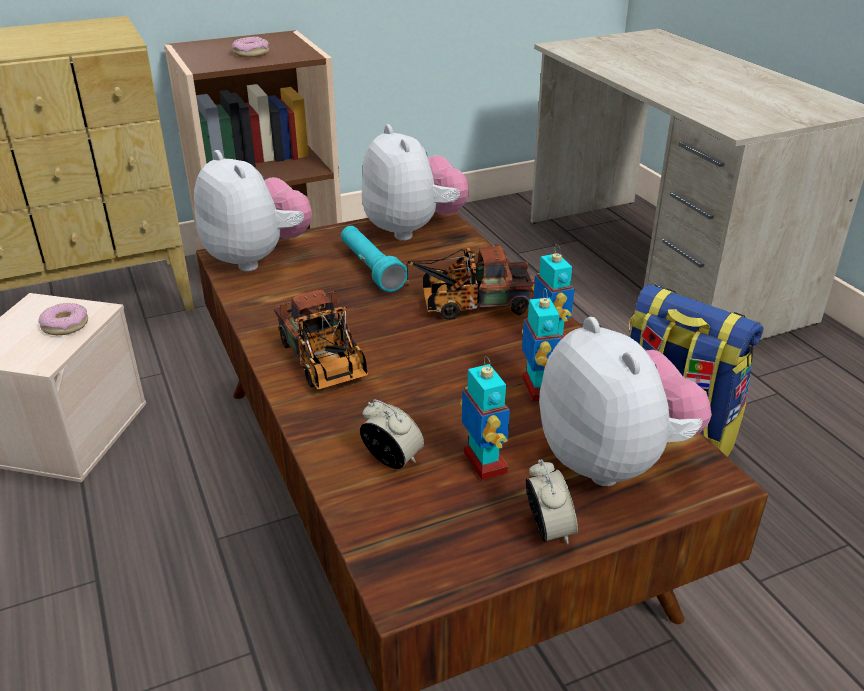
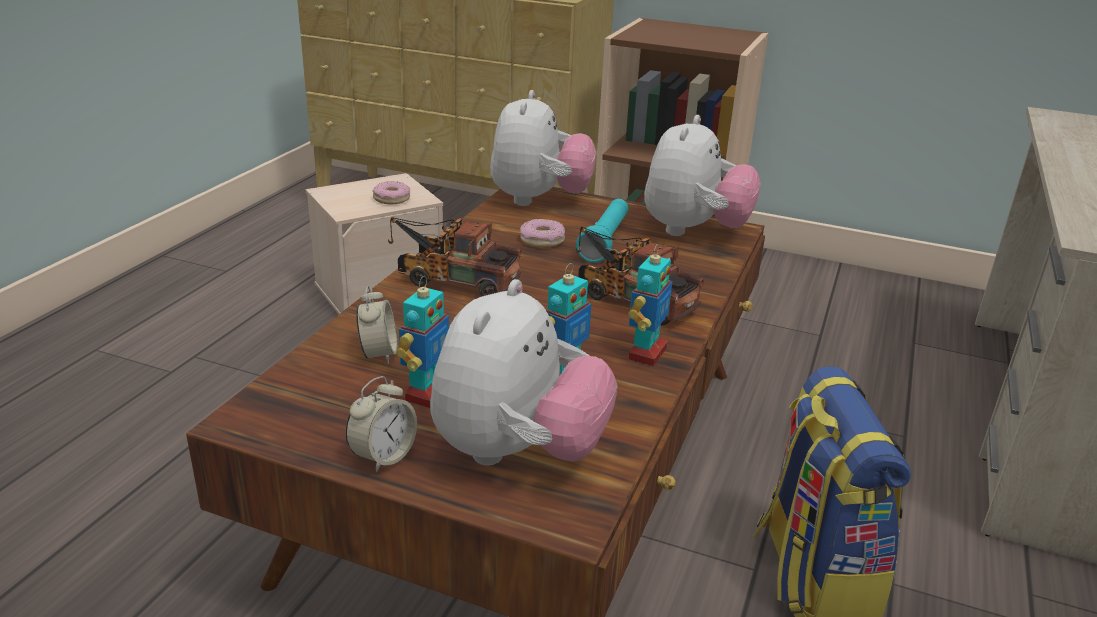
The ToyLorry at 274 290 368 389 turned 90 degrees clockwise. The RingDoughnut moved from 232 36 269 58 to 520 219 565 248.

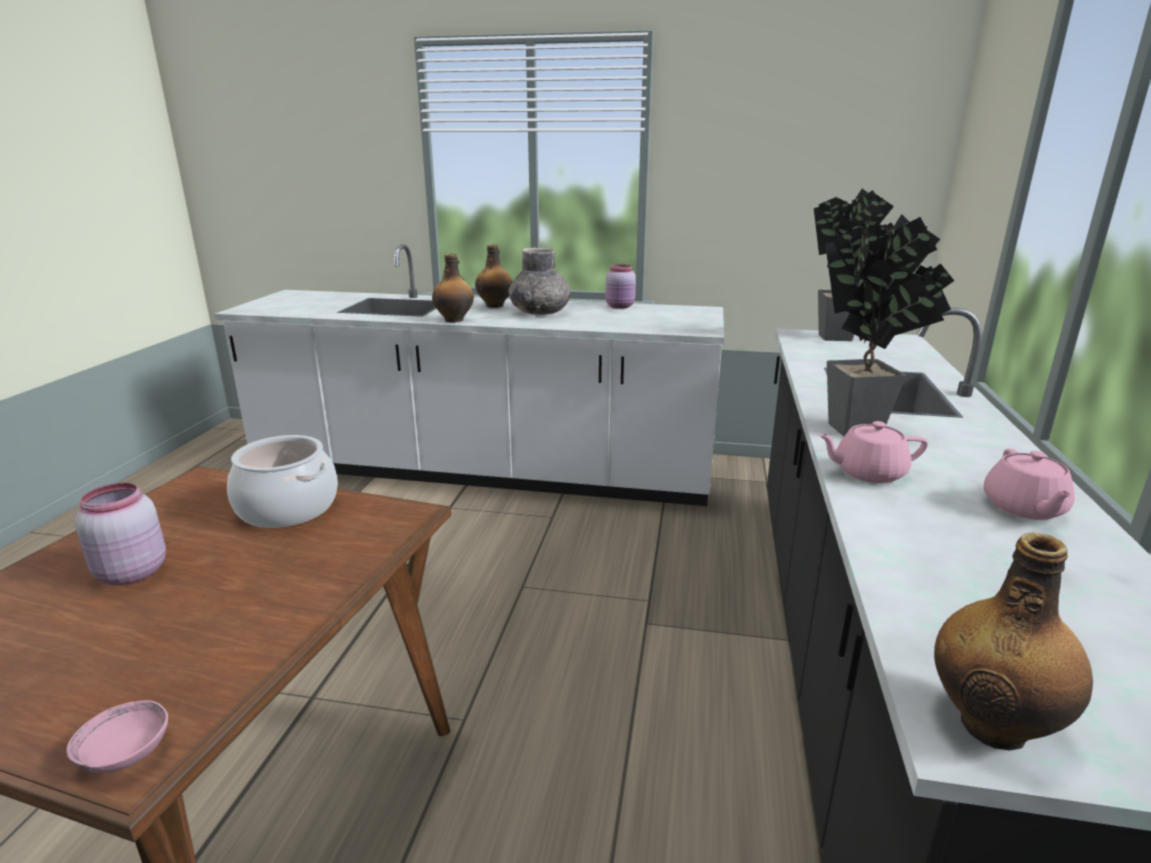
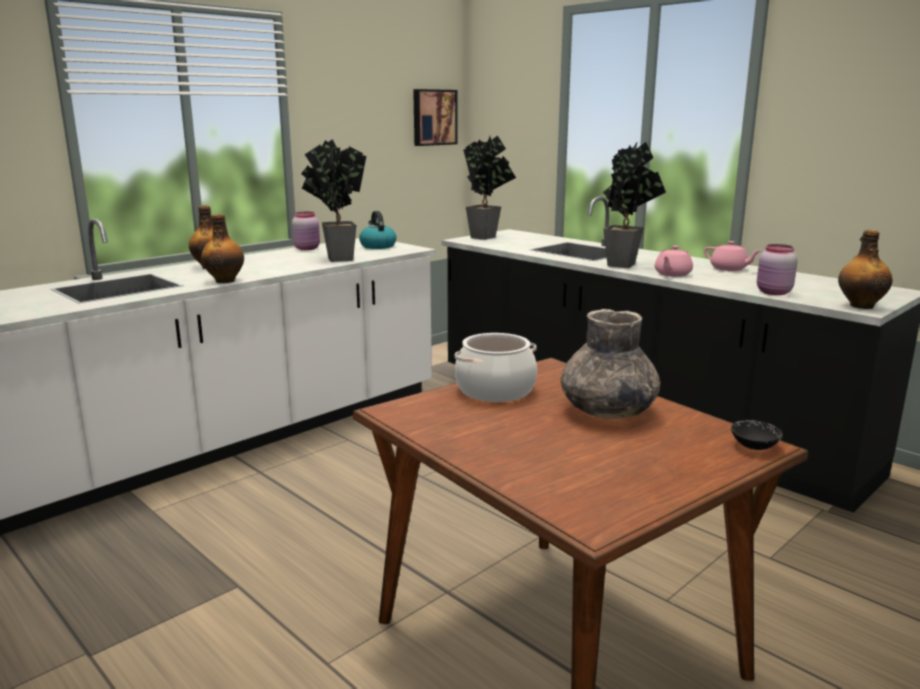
The Houseplant at 301 139 366 262 appeared. The TeaKettle at 359 211 397 249 appeared. The WallArt at 413 89 458 146 appeared. The GrayFlowerVase moved from 509 248 571 315 to 561 309 660 418. The PinkColouredBowl at 66 700 168 773 became the BlackBowl at 731 420 783 450. The PinkColouredJar moved from 75 483 166 585 to 757 244 798 295.

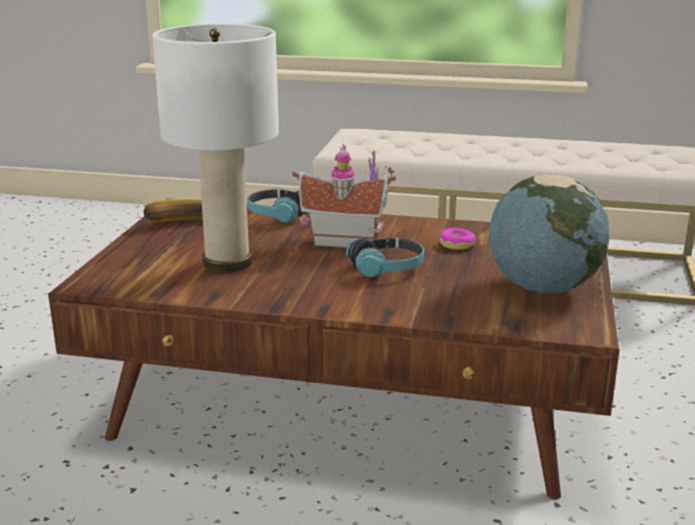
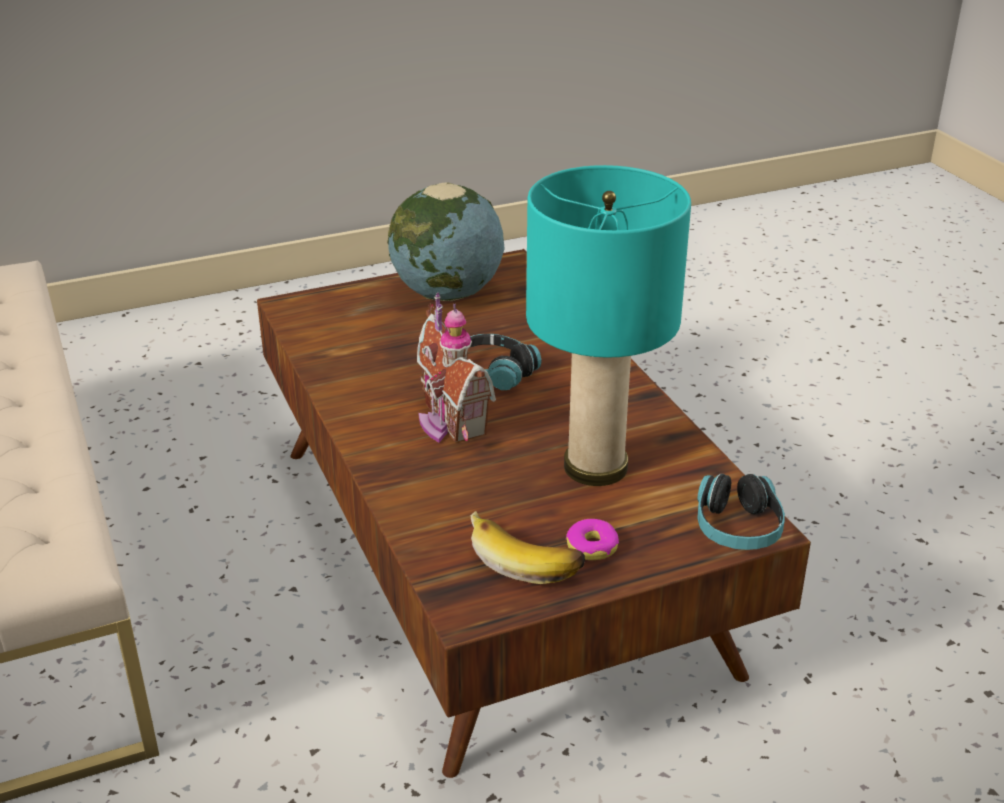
The WhitishTableLamp at 152 24 279 273 became the BlueGreenTableLamp at 526 165 691 486. The RingDoughnut moved from 439 228 476 250 to 566 519 619 560. The Headset moved from 247 189 307 223 to 697 474 785 550.

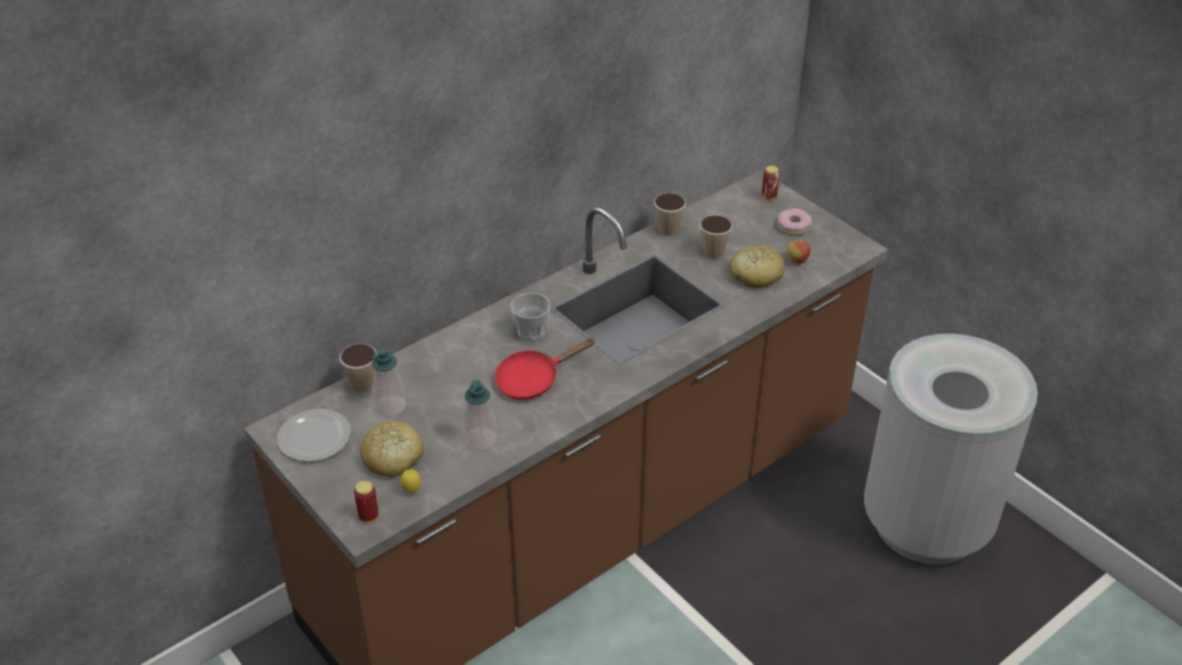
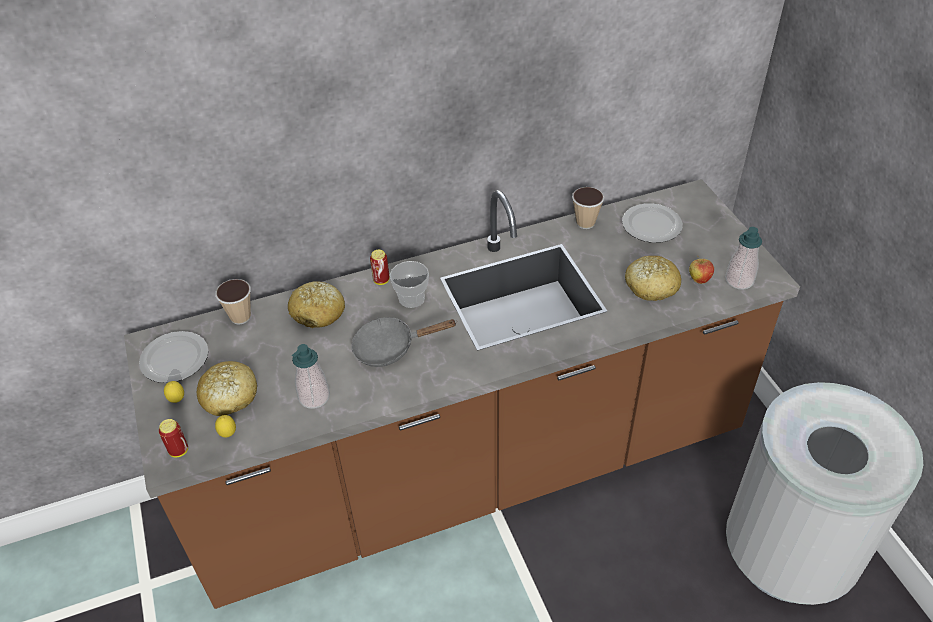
The WholeLemon at 164 381 184 403 appeared. The BakedBread at 288 281 345 328 appeared. The RedColouredPan at 494 338 595 400 became the GrayPan at 351 317 456 367. The SealedCan moved from 762 166 780 200 to 370 250 389 285. The FlatDish at 622 203 683 243 appeared. The SoapDispenser moved from 372 348 407 417 to 725 227 762 289. The SmallCup at 699 215 733 259 disappeared. The RingDoughnut at 777 208 812 235 disappeared.

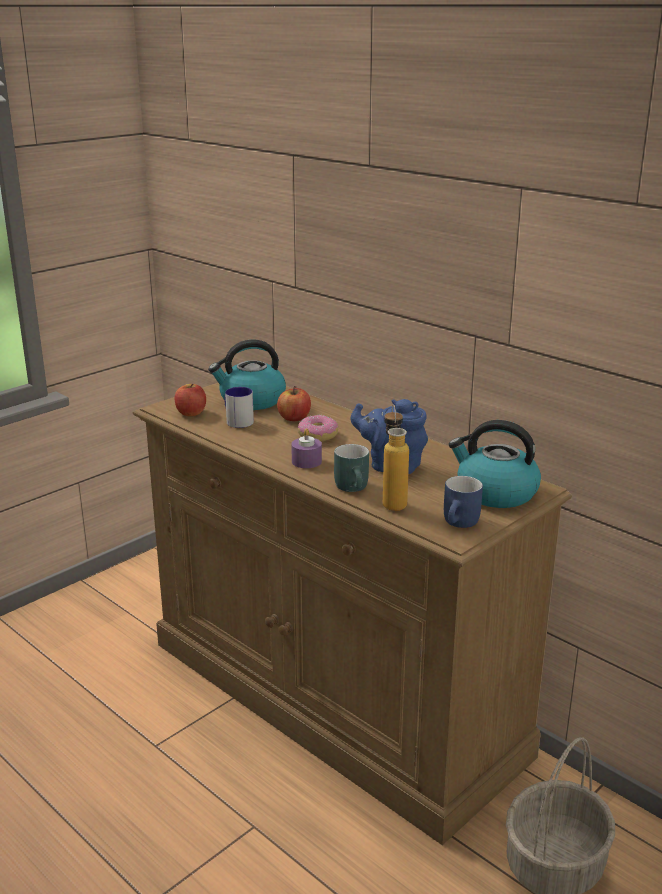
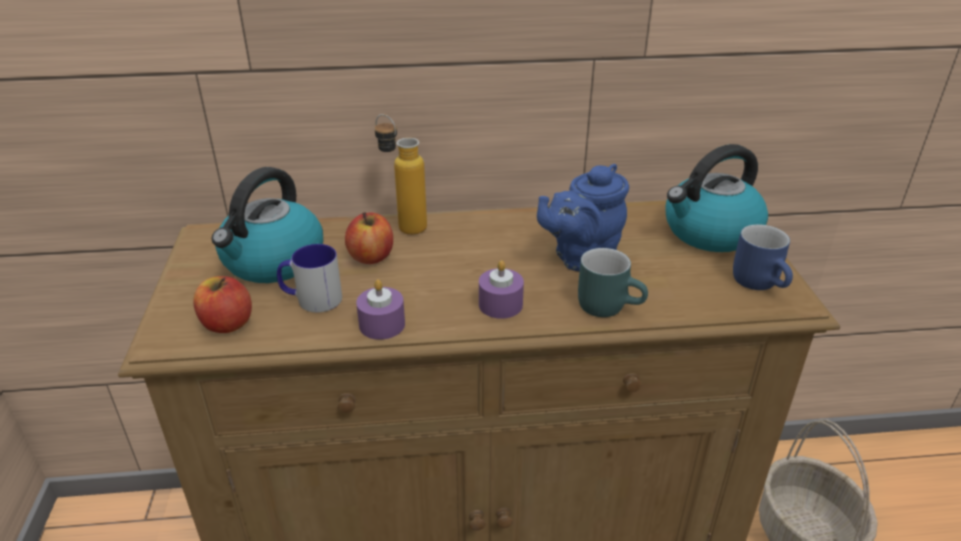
The PurplishWaxLight at 356 279 405 340 appeared. The Bottle moved from 383 404 409 511 to 375 114 427 235. The RingDoughnut at 298 415 338 442 disappeared.

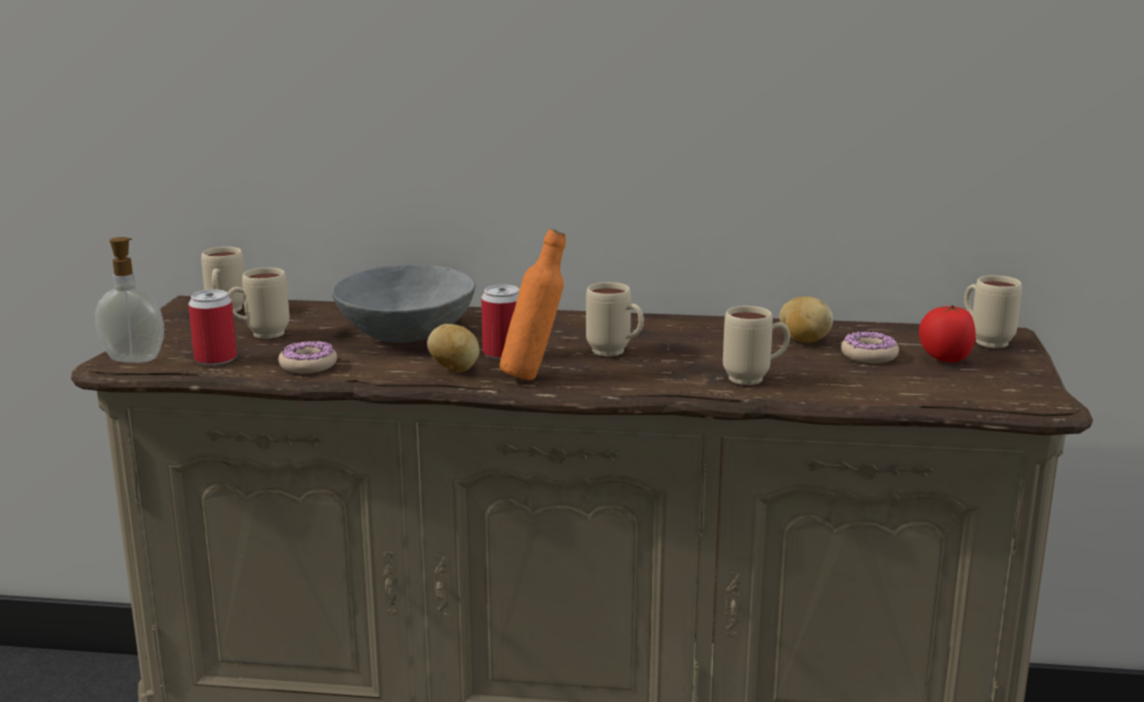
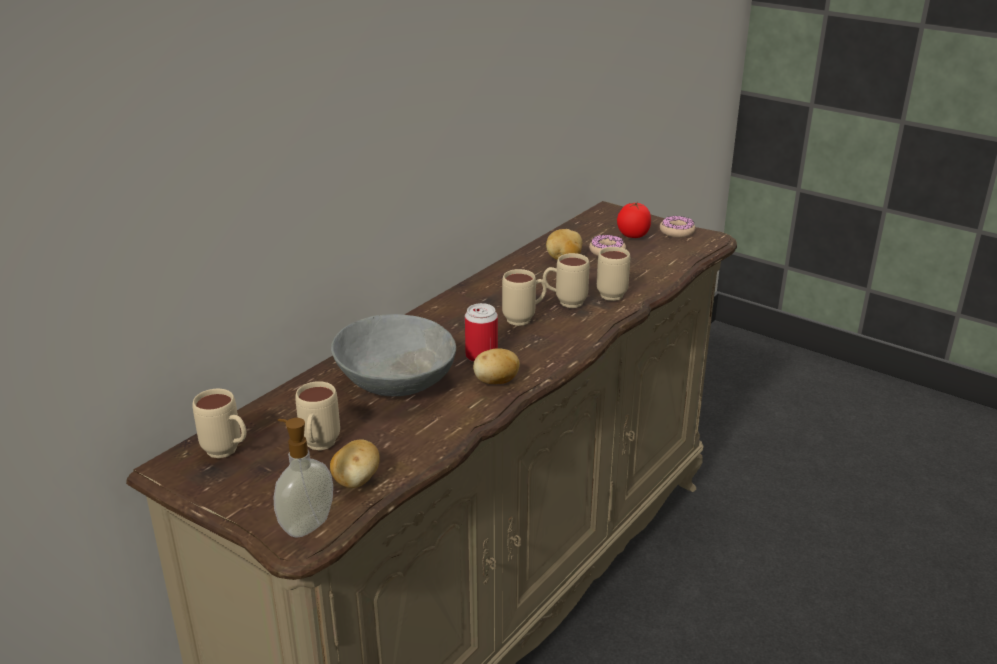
The SealedCan at 188 289 237 365 was replaced by the WholePotato at 330 440 380 488. The SandColouredTeaMug moved from 964 275 1022 348 to 543 253 589 308. The RingDoughnut moved from 278 341 337 374 to 660 216 695 238. The OrangeyBottle at 500 229 566 381 disappeared.

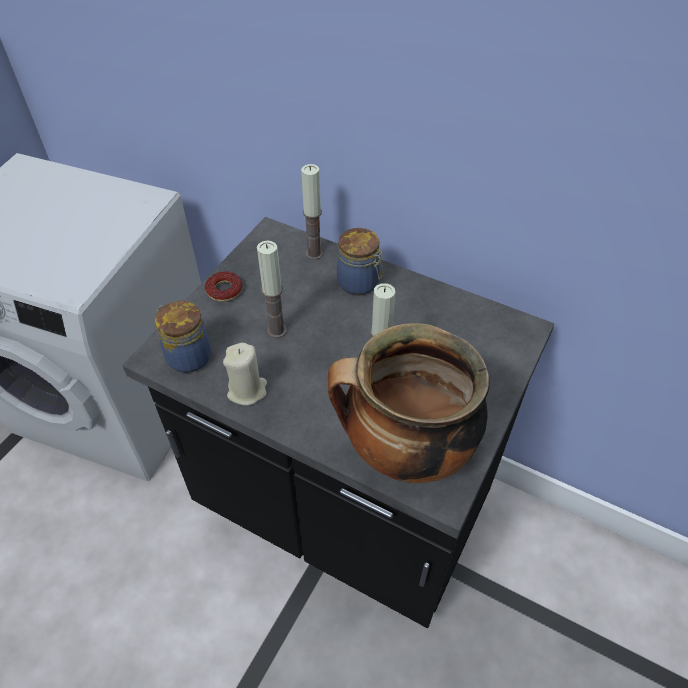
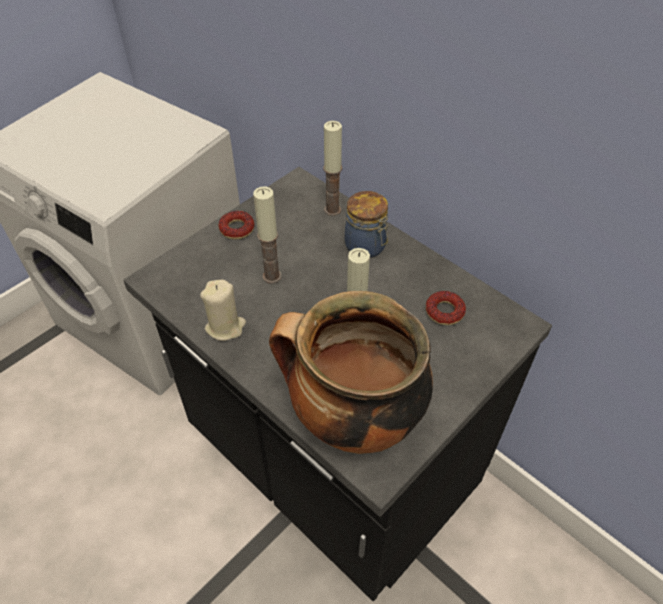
The RingDoughnut at 426 291 466 325 appeared. The Jar at 155 301 211 373 disappeared.

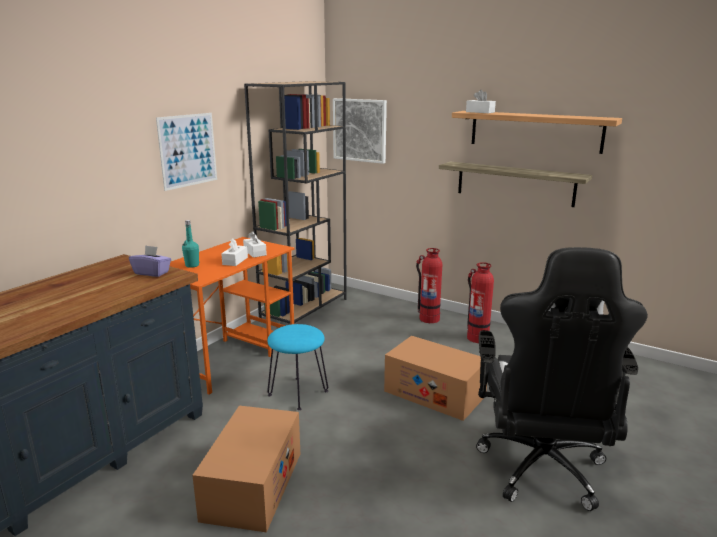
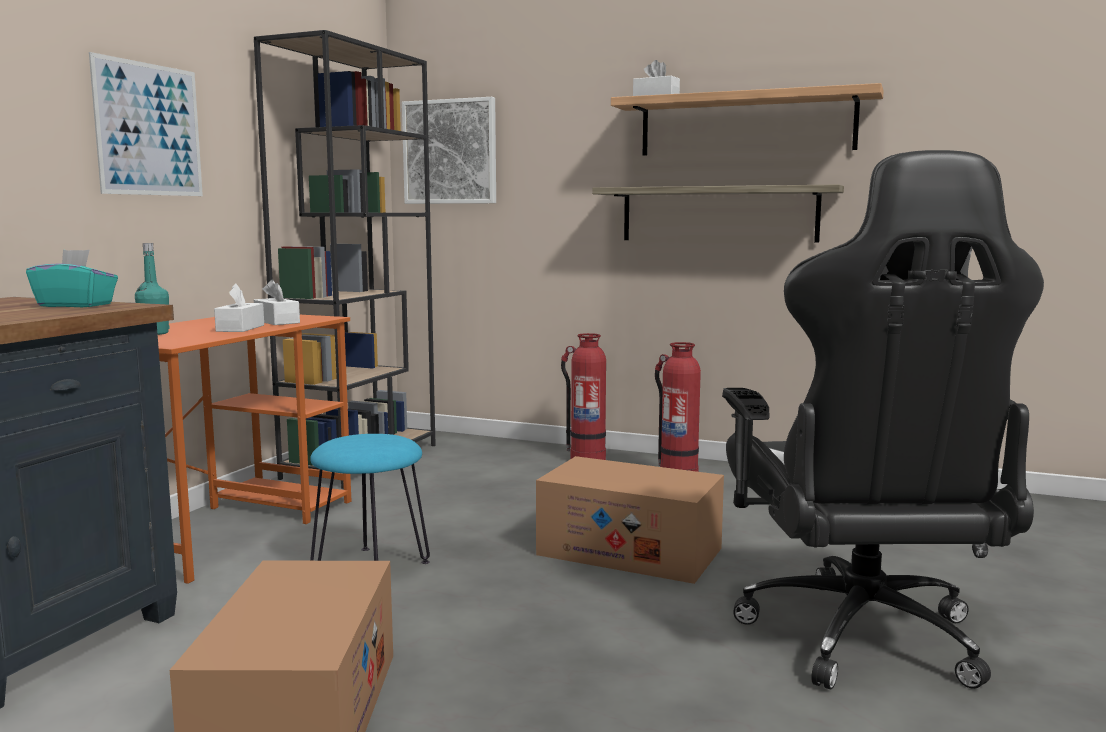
The PurplishTissueBox at 129 245 171 277 became the BlueGreenTissueBox at 26 250 118 307.

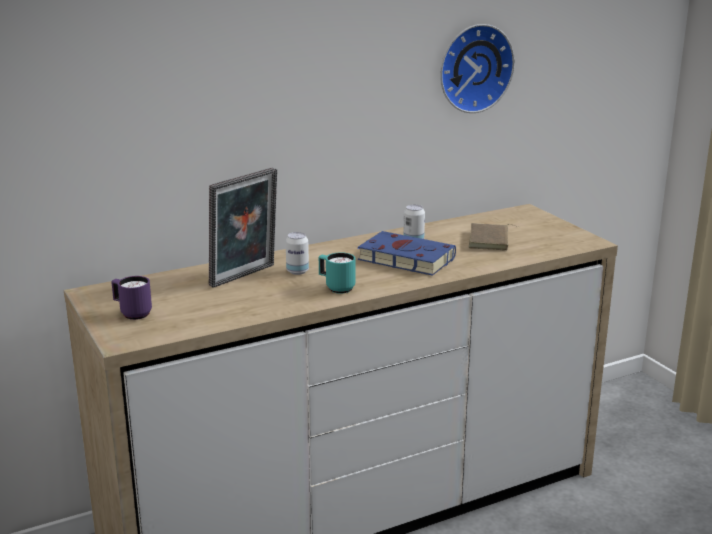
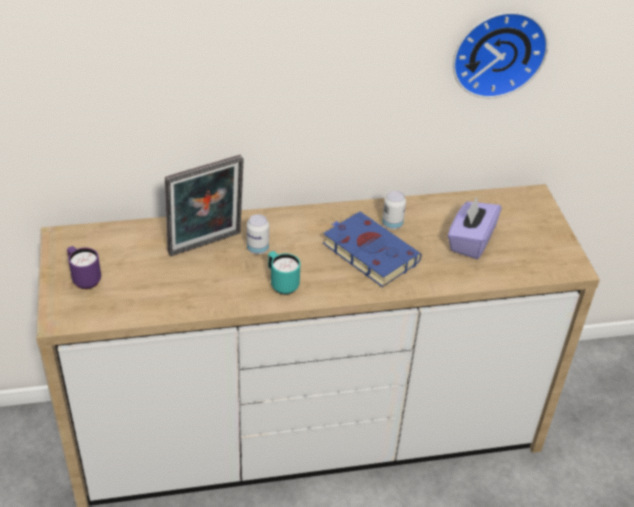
The BrownColouredVolume at 468 223 520 251 was replaced by the PurplishTissueBox at 448 197 502 259.

